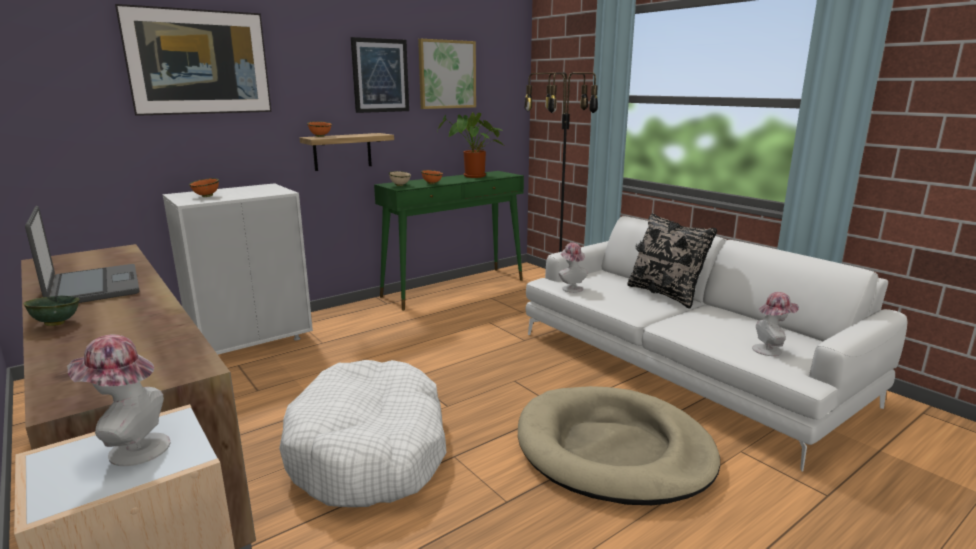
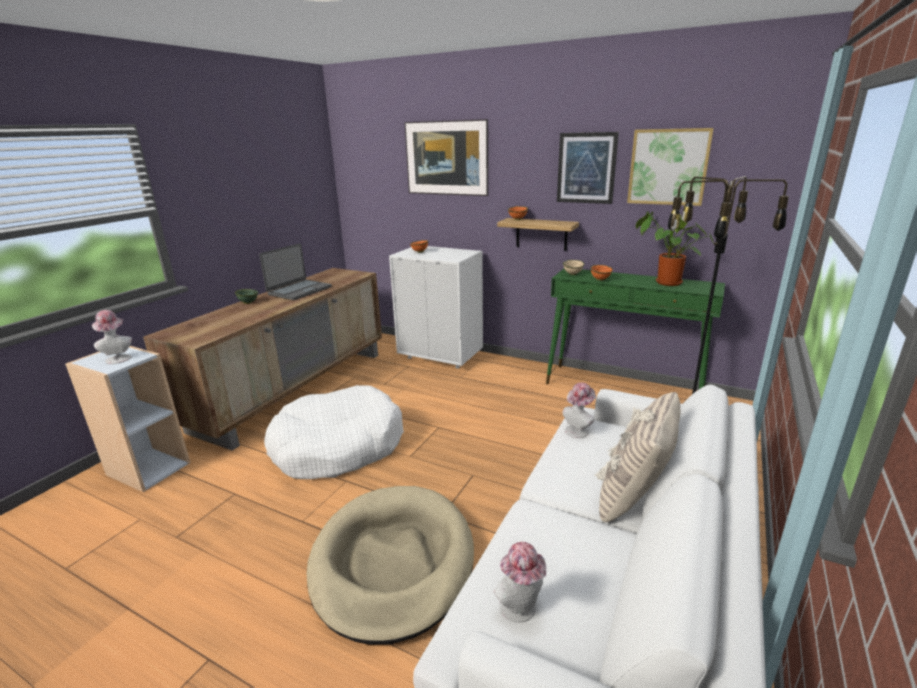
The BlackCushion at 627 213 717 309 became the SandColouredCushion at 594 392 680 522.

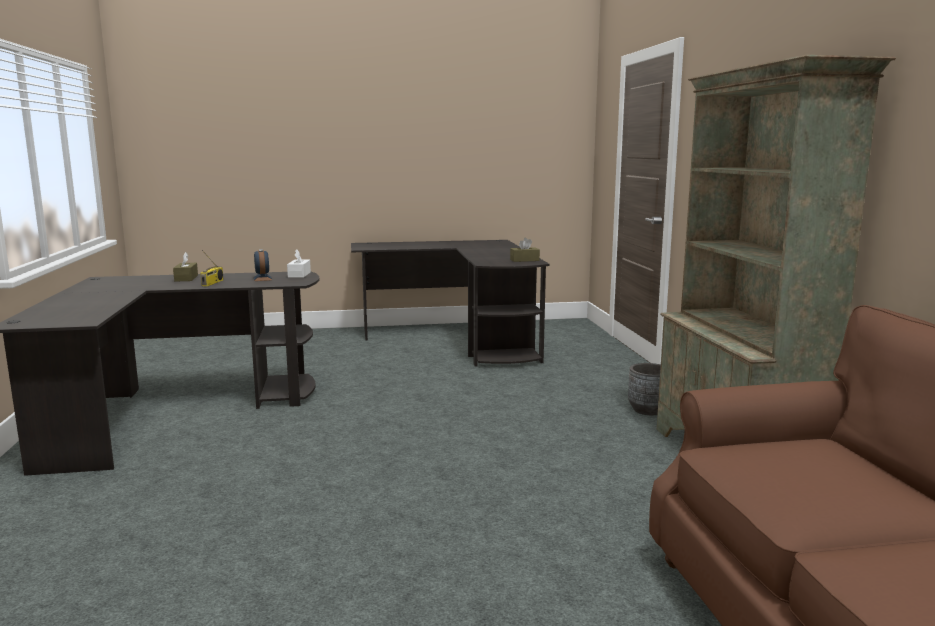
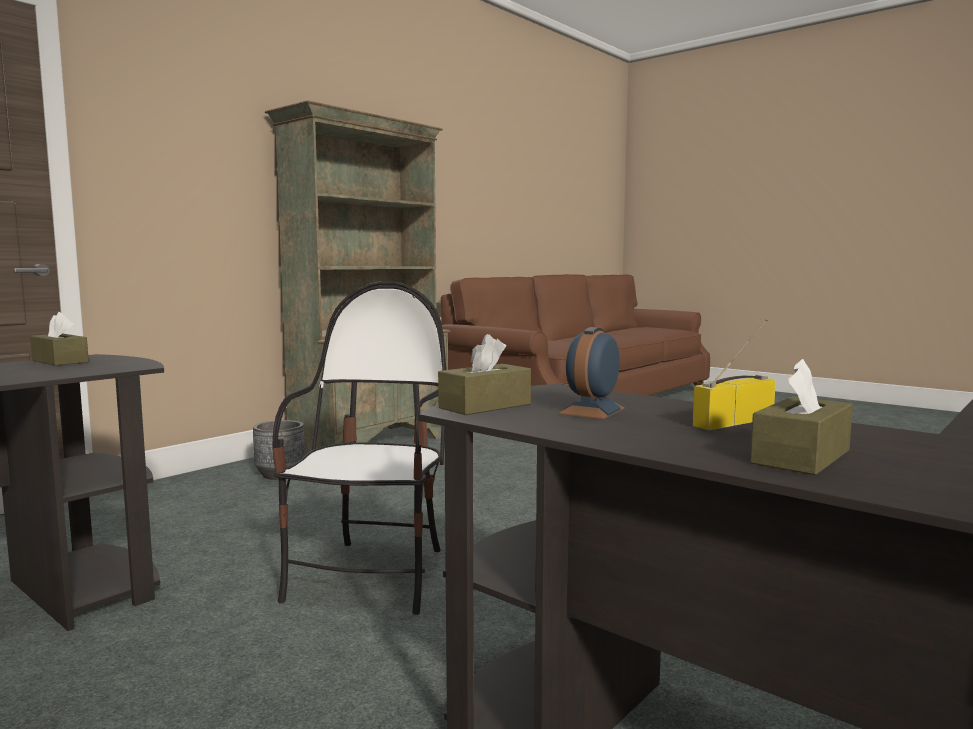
The Chair at 272 281 446 615 appeared. The WhitishTissueBox at 287 250 311 278 became the BrownColouredTissueBox at 438 334 531 415.

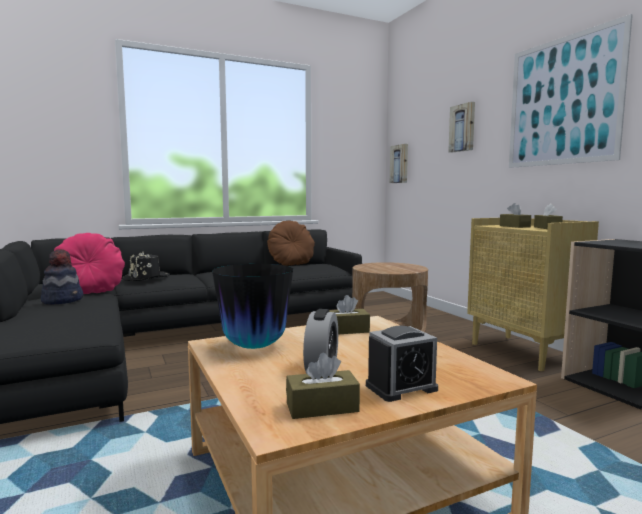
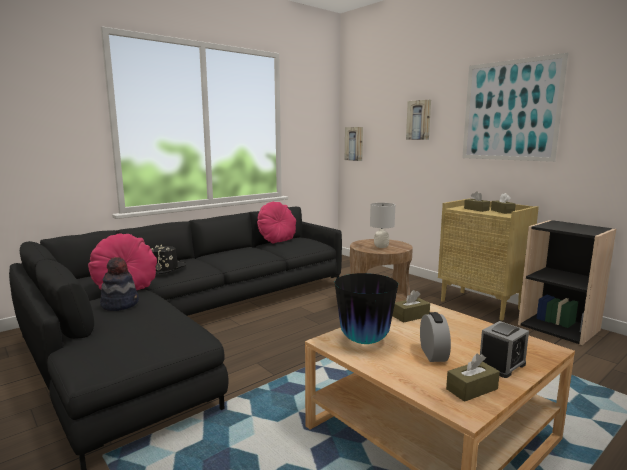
The BrownColouredCushion at 267 221 315 266 became the PinkColouredCushion at 257 202 296 243. The GrayTableLamp at 370 203 395 248 appeared.

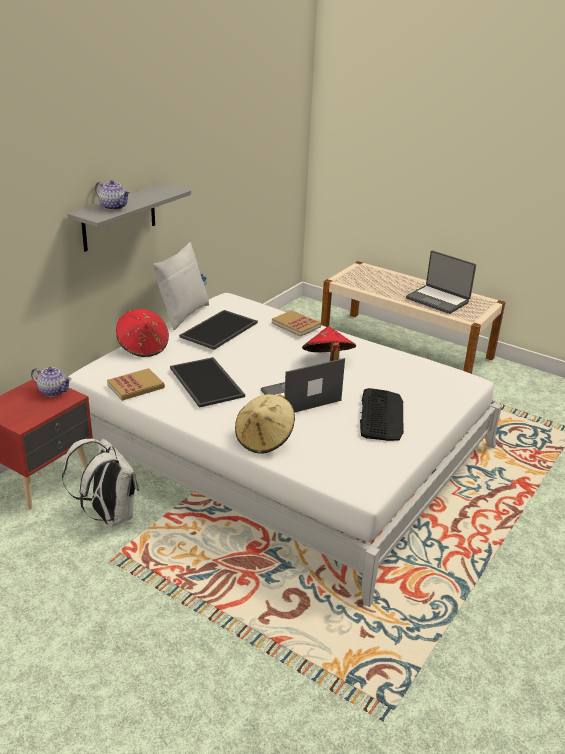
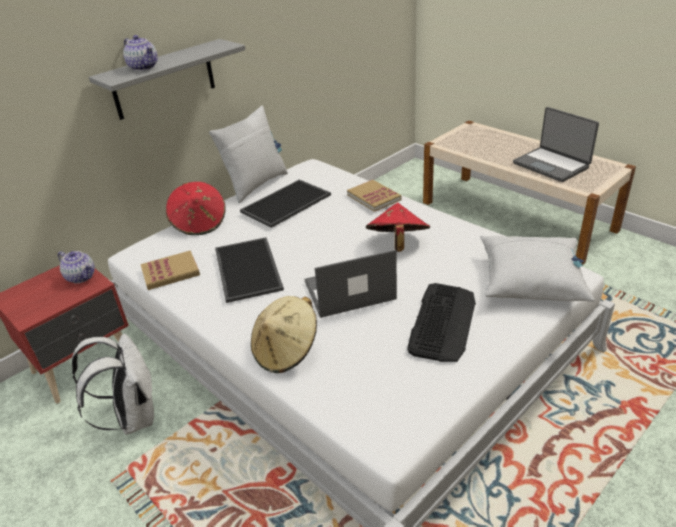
The GrayCushion at 480 236 595 302 appeared.

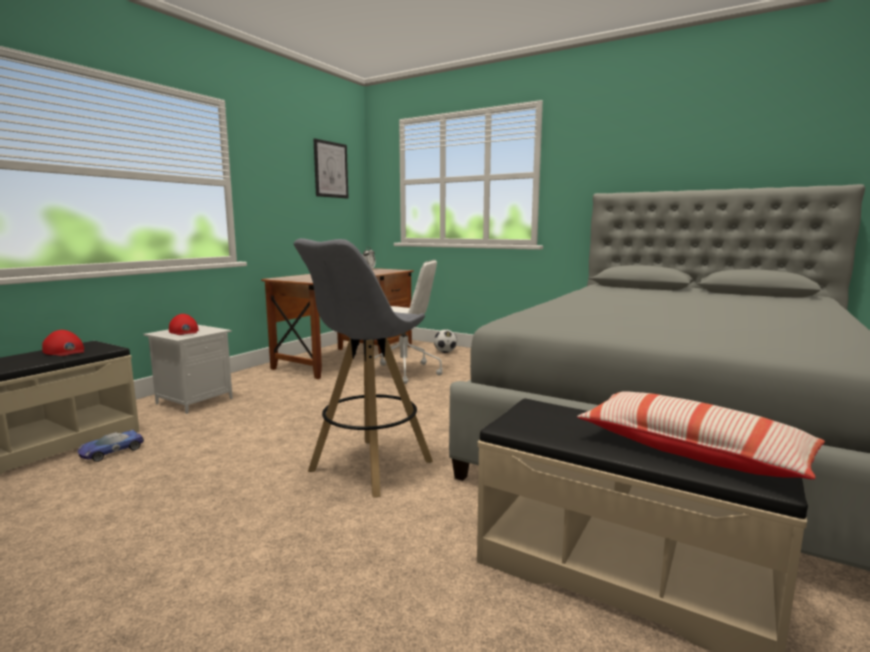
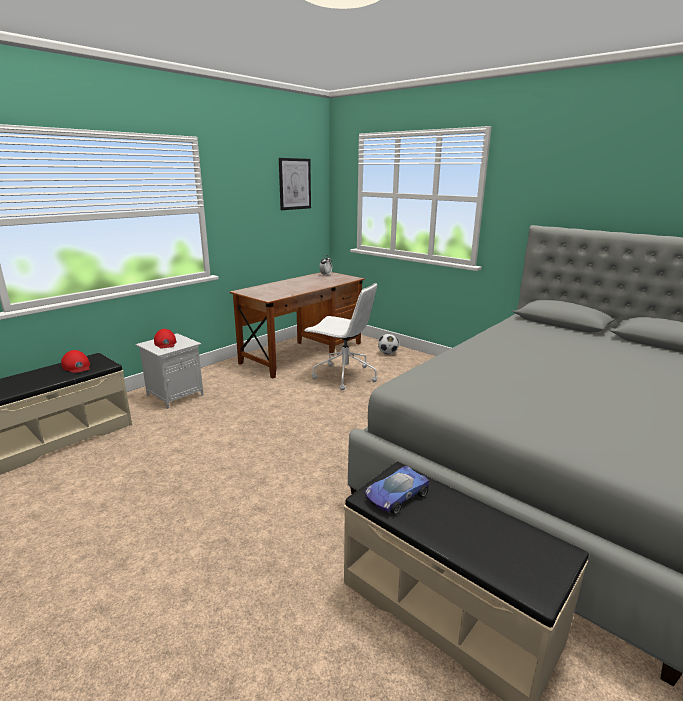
The ModelCar moved from 78 430 144 462 to 365 466 430 515. The GrayStoolSeat at 294 238 433 498 disappeared. The Cushion at 577 391 825 479 disappeared.

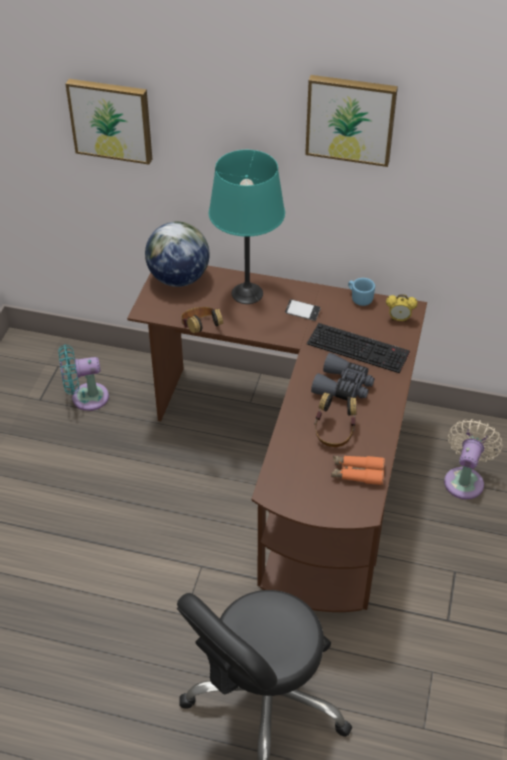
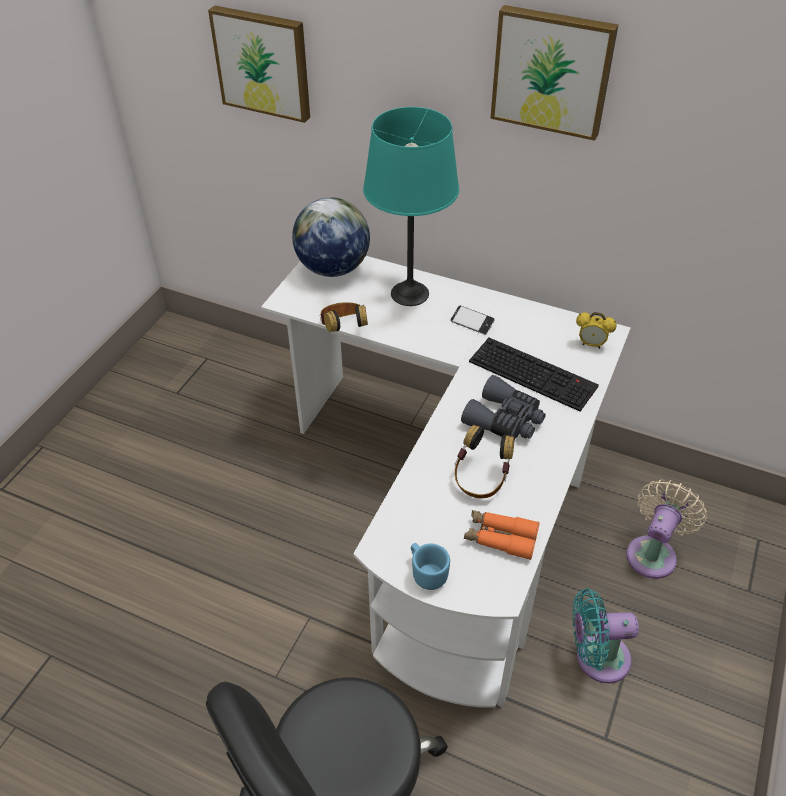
The BrownColouredDeskTable at 127 266 427 612 became the WhitishDeskTable at 261 256 631 708. The BluishTeaMug moved from 348 278 375 306 to 411 543 450 590. The BlueGreenFan moved from 58 345 109 411 to 572 589 639 683.

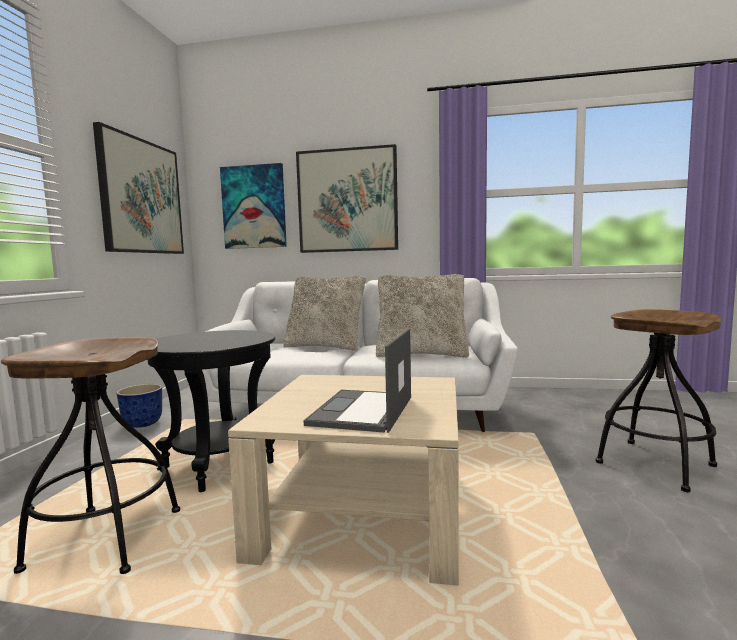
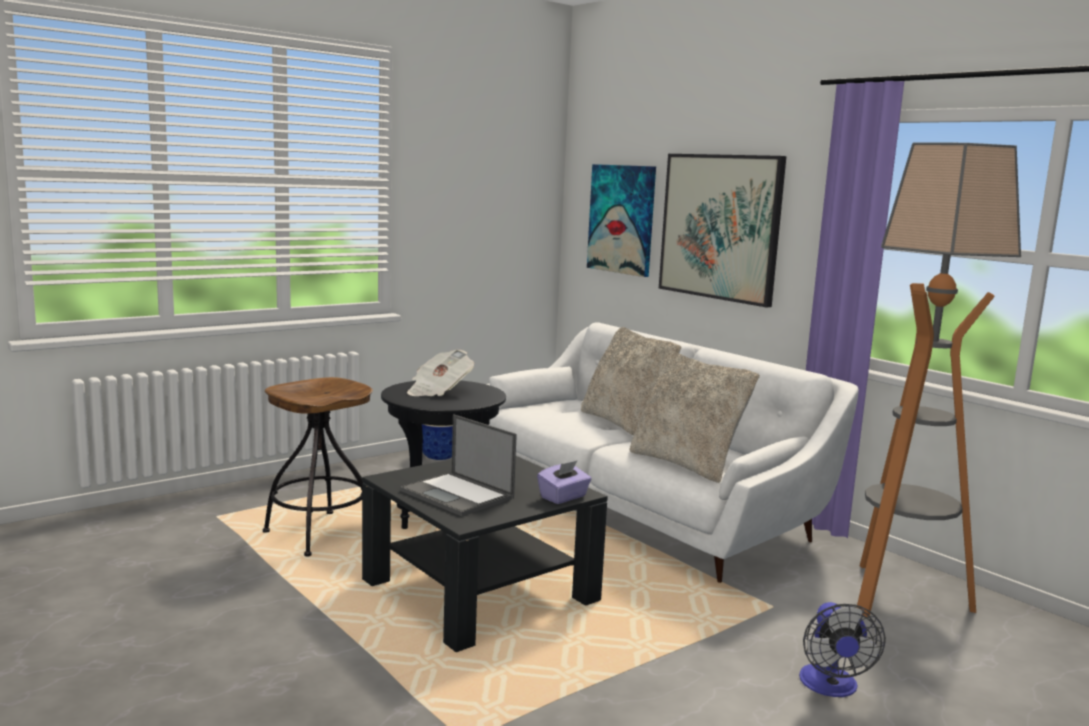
The SandColouredLoungeTable at 228 375 459 586 became the BlackLoungeTable at 362 456 608 652. The PortableComputer at 304 329 411 433 turned 105 degrees counterclockwise. The PrintedPaper at 407 350 474 396 appeared. The PurplishTissueBox at 537 461 592 504 appeared. The BrownColouredStoolSeat at 596 309 721 492 was replaced by the Fan at 799 602 886 697. The StandingLamp at 857 142 1021 617 appeared. The WallArt at 93 122 184 254 disappeared.

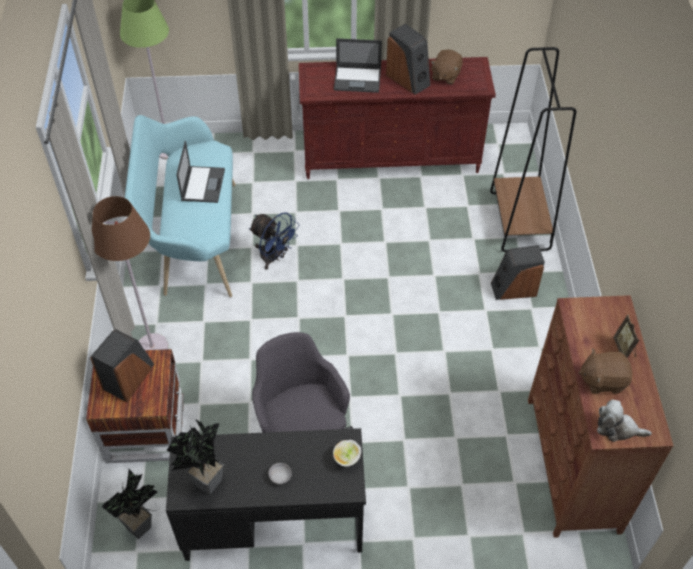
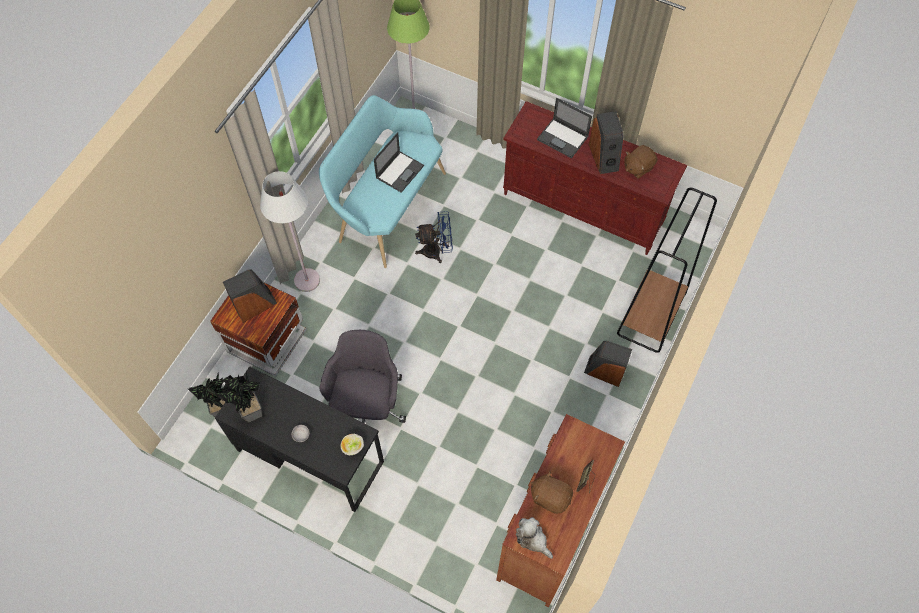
The BrownColouredStandingLamp at 92 196 169 350 became the WhitishStandingLamp at 260 171 320 292. The BluishFan at 249 212 299 270 turned 75 degrees counterclockwise.

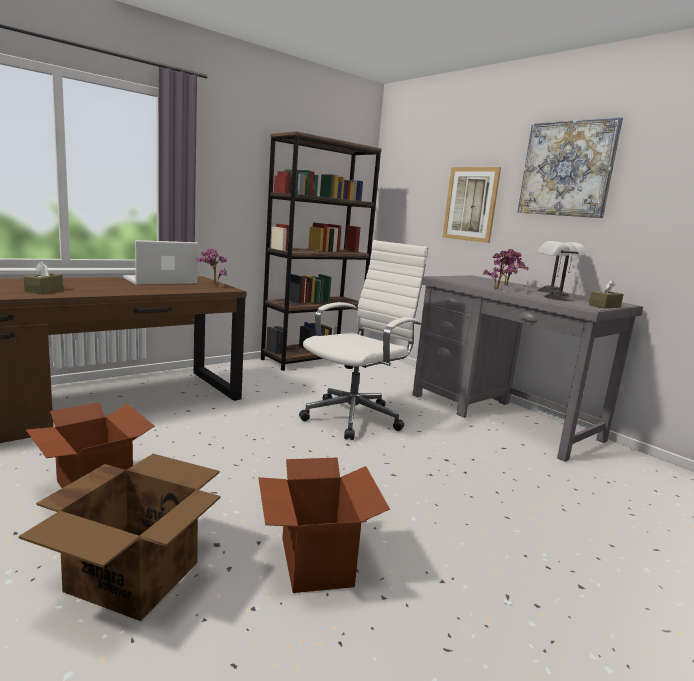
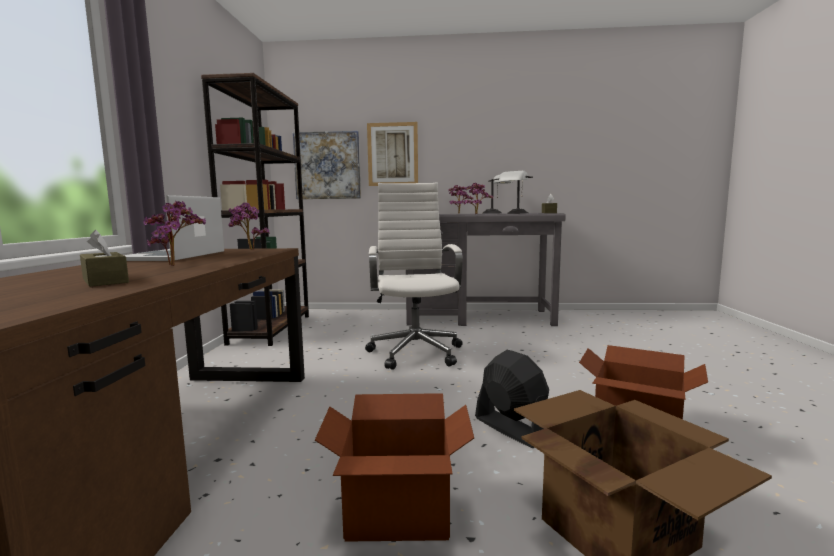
The Houseplant at 143 201 206 266 appeared. The WallArt moved from 518 117 623 218 to 293 131 361 199. The BlackFan at 475 350 549 448 appeared.

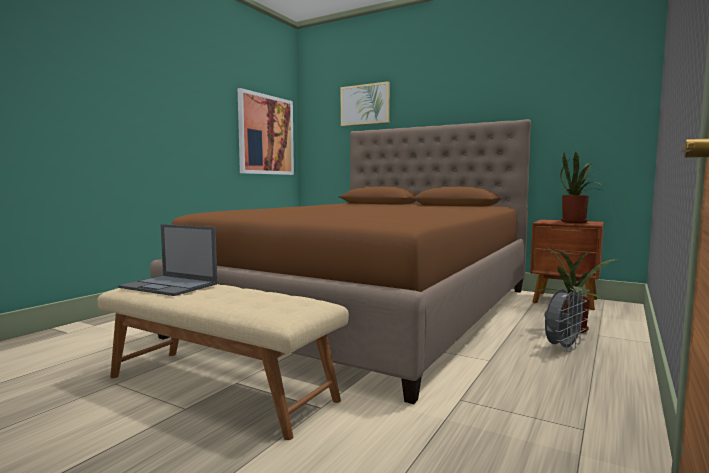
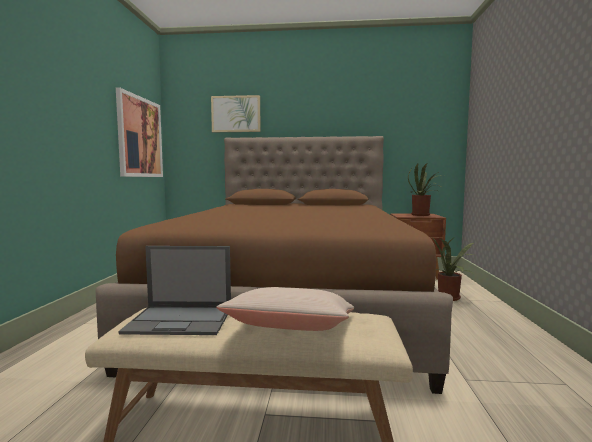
The SandColouredCushion at 216 287 354 331 appeared. The GrayFan at 544 287 588 352 disappeared.

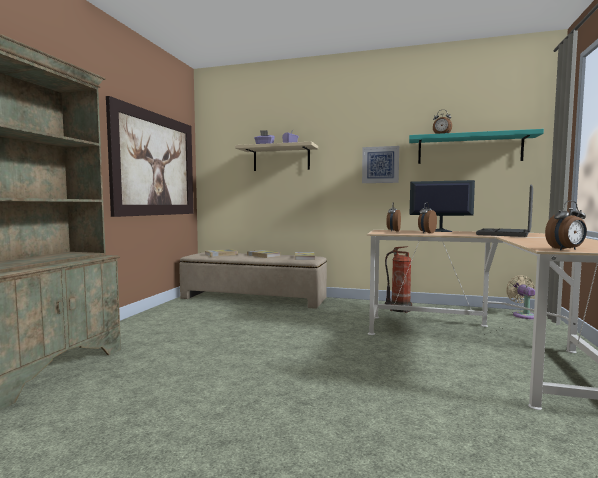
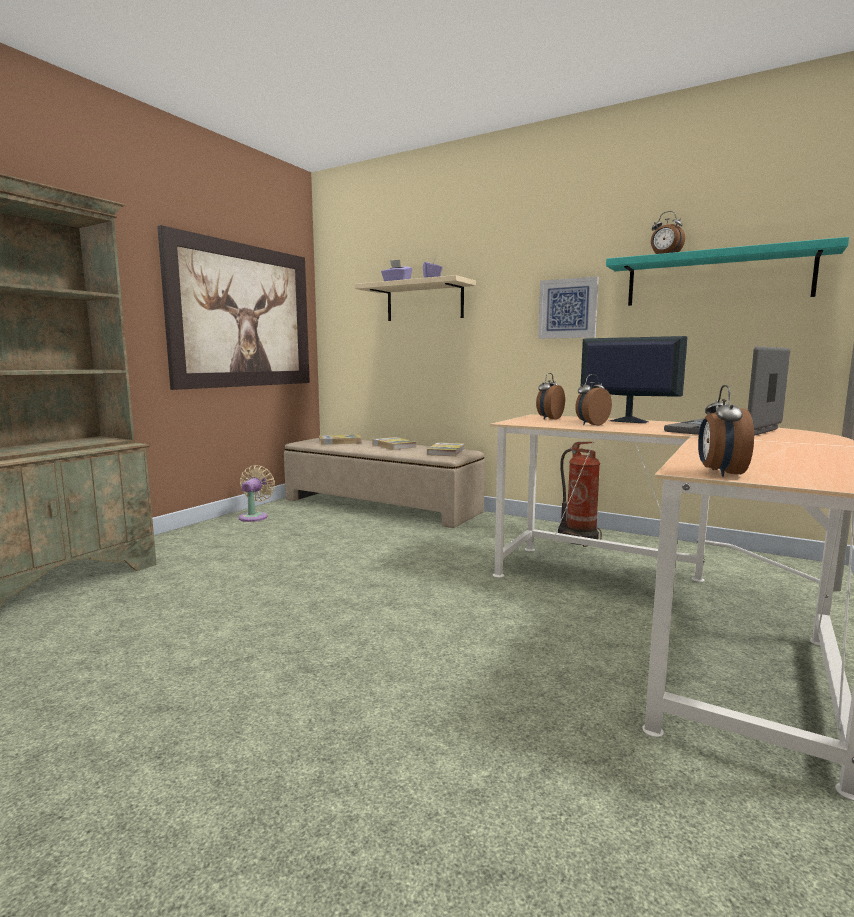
The SandColouredFan moved from 506 275 535 319 to 239 465 275 522. The BedsideClock at 545 201 587 250 turned 105 degrees clockwise.

